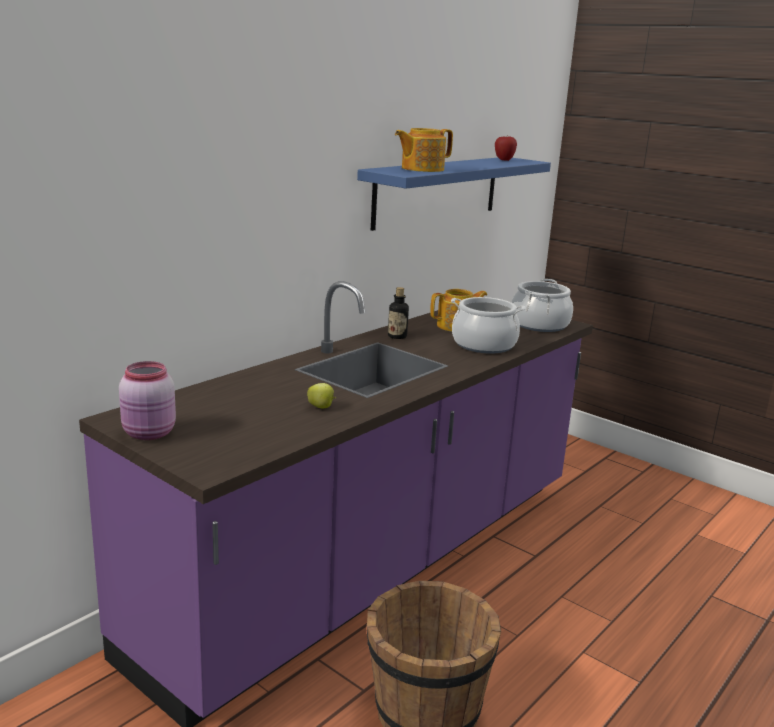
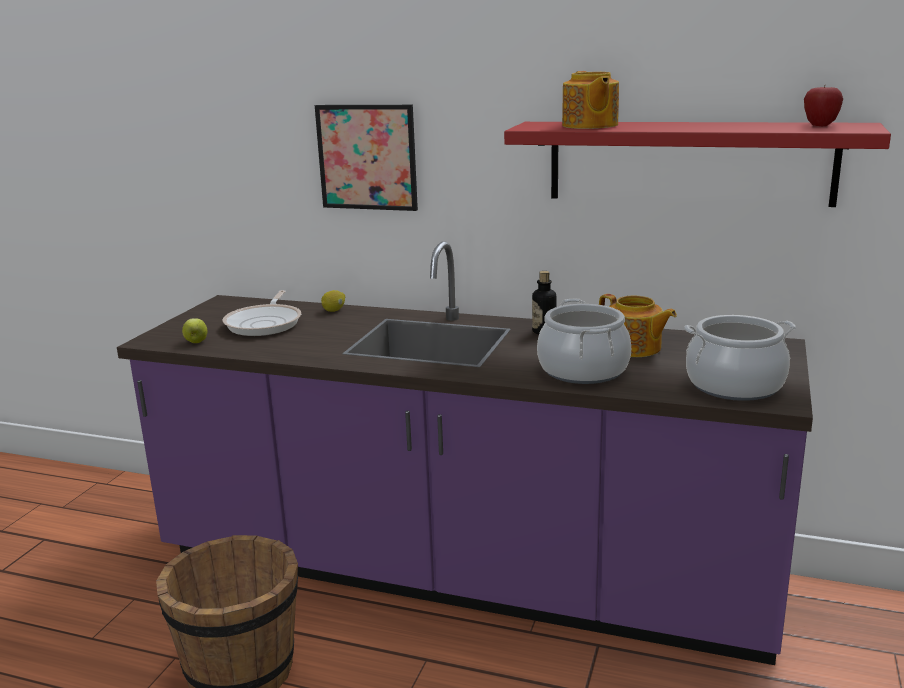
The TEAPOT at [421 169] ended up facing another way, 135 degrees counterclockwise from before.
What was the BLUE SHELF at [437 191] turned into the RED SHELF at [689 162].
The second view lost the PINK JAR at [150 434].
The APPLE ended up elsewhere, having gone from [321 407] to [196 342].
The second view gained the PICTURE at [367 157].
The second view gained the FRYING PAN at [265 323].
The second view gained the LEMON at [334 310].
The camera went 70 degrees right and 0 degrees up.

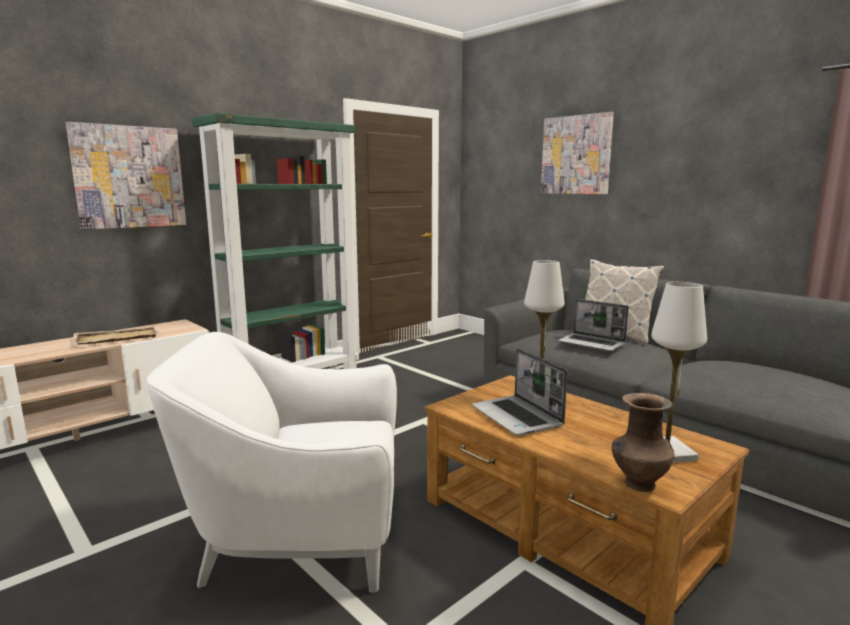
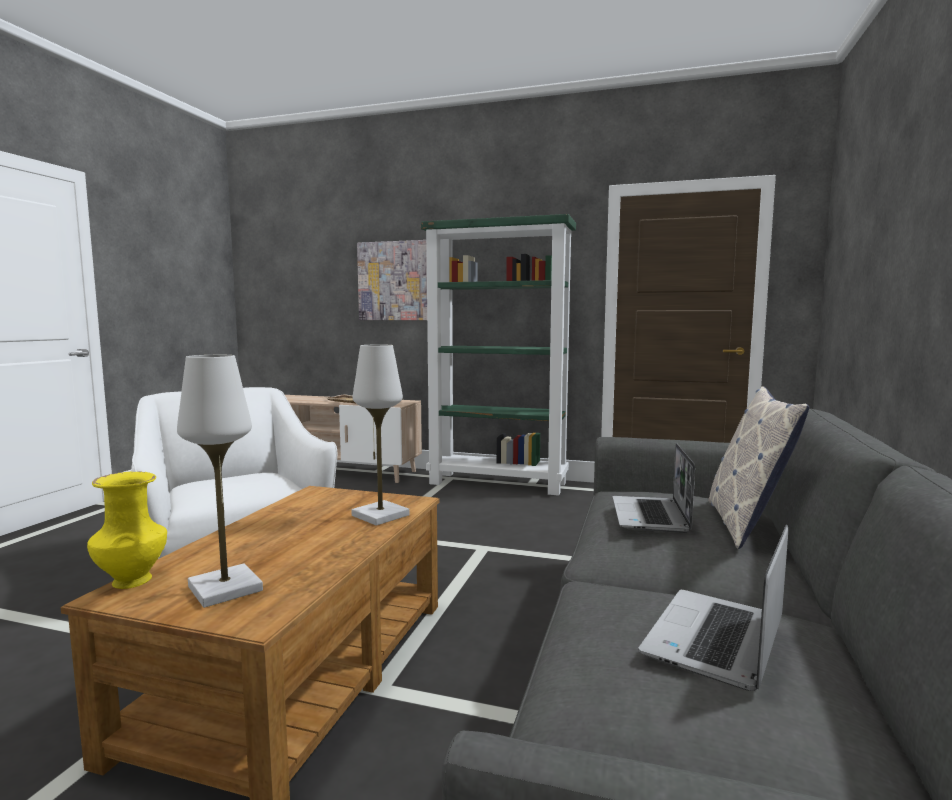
The second view lost the PICTURE at [576 155].
The LAPTOP ended up elsewhere, having gone from [517 417] to [716 641].
What was the BROWN VASE at [638 484] turned into the YELLOW VASE at [131 580].
The camera went 60 degrees right and 5 degrees down.

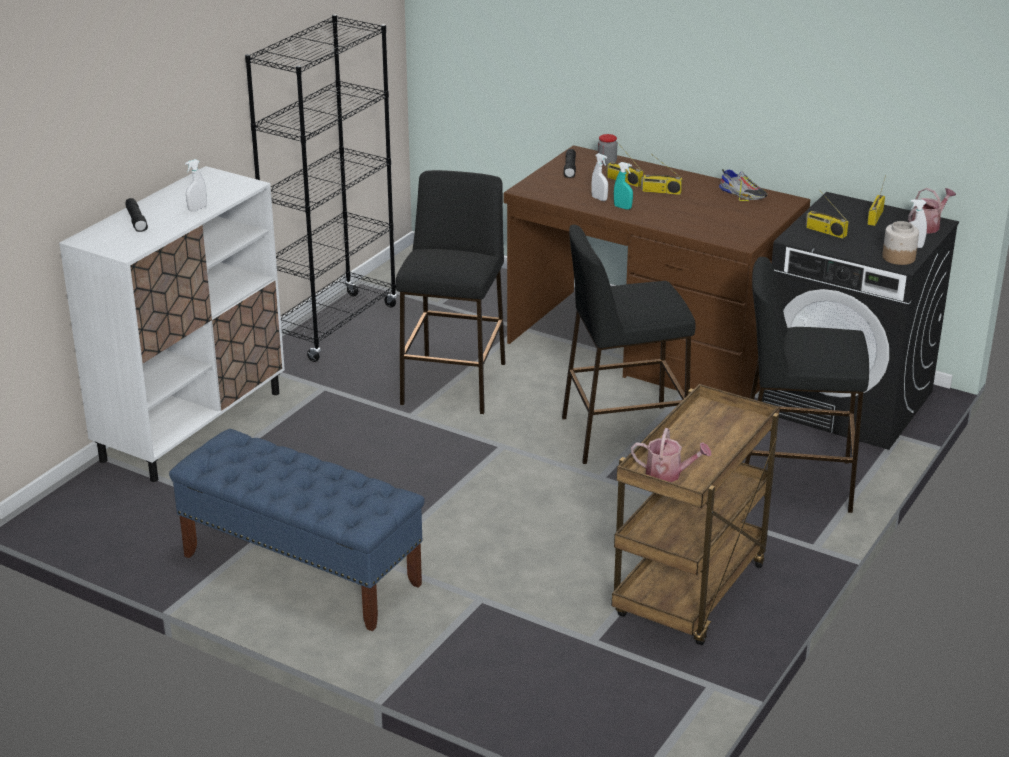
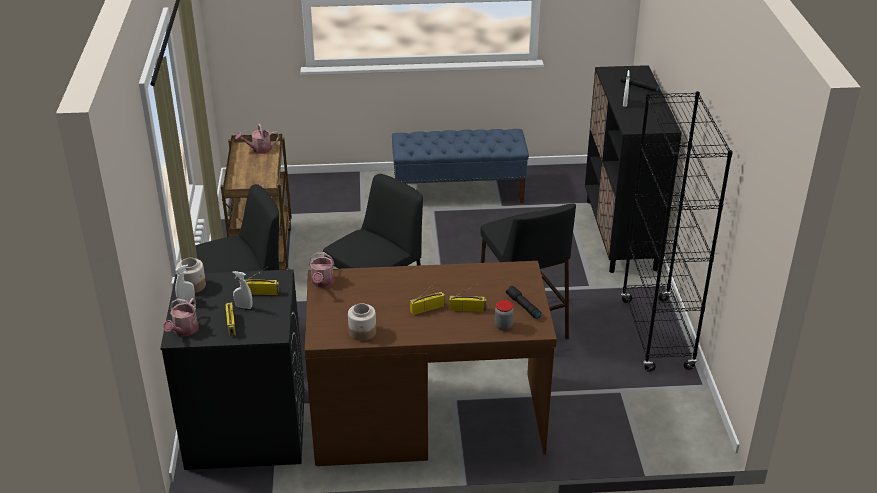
The WHITE SPRAY BOTTLE ended up elsewhere, having gone from [599 199] to [244 307].
The second view lost the TURQUOISE SPRAY BOTTLE at [622 207].
What was the WHITE CABINET at [193 425] turned into the BLACK CABINET at [620 234].
Where the SHOE stood at [742 194], the JAR came to stand at [362 332].
The second view gained the WATERING CAN at [322 283].
The camera went 145 degrees right and 5 degrees up.

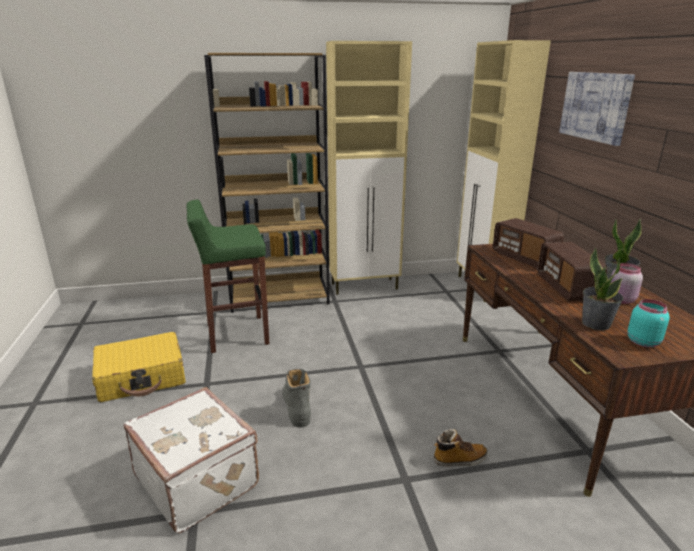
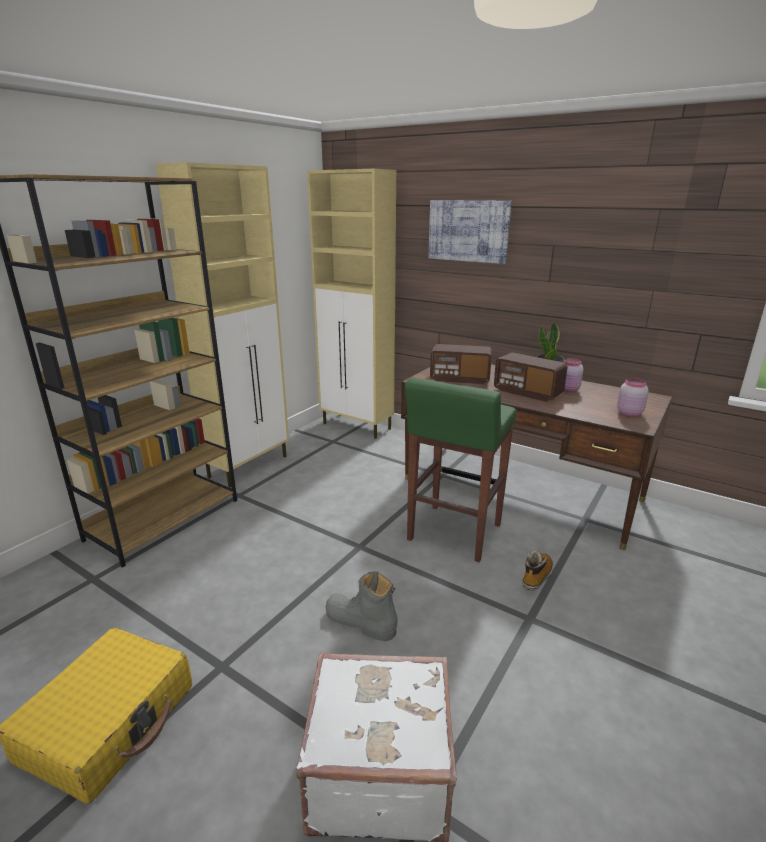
The GREEN STOOL ended up elsewhere, having gone from [236 334] to [453 533].
The second view lost the POTTED PLANT at [596 323].
What was the TURQUOISE JAR at [643 341] turned into the PINK JAR at [628 413].
The camera went 45 degrees left and 0 degrees up.

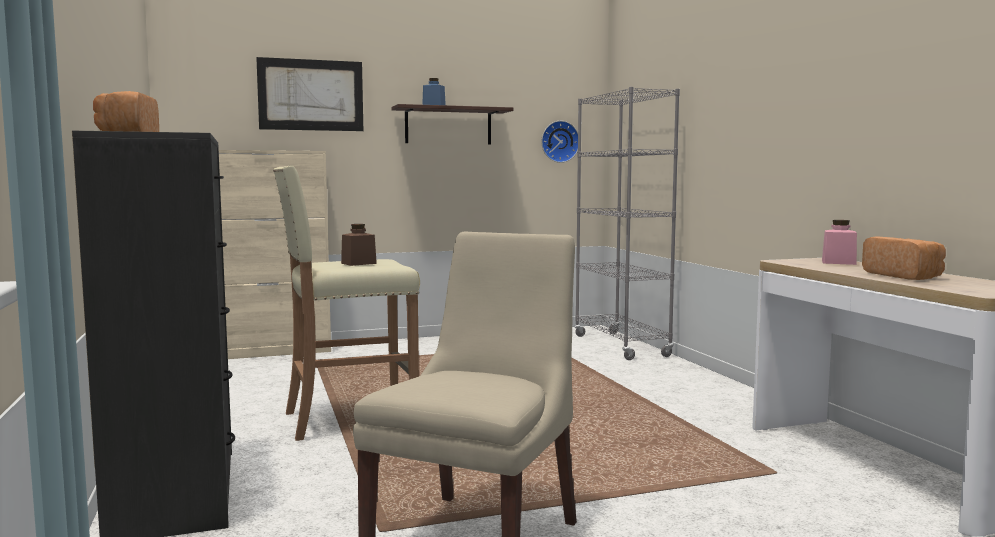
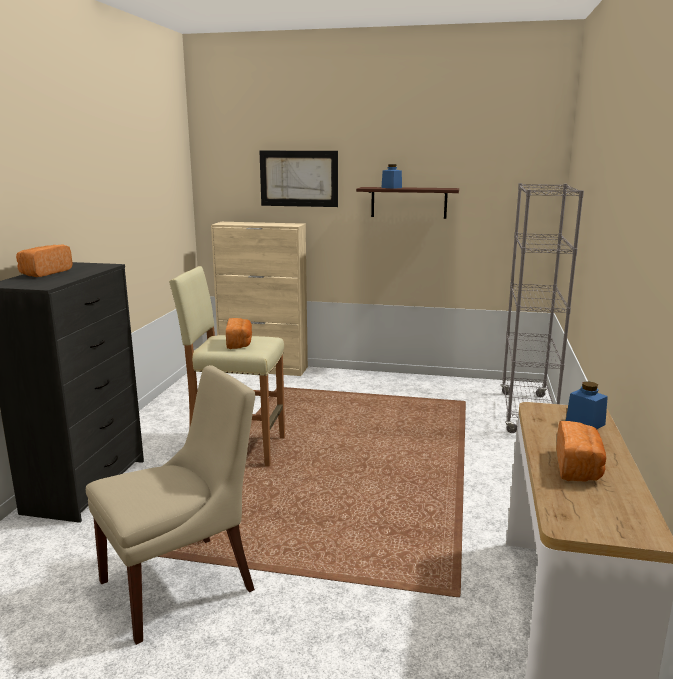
The second view lost the WALL CLOCK at [559 141].
What was the PINK JAR at [838 262] turned into the BLUE JAR at [585 423].
Where the BROWN JAR stood at [358 263], the BREAD came to stand at [239 343].
The camera went 30 degrees right and 10 degrees up.

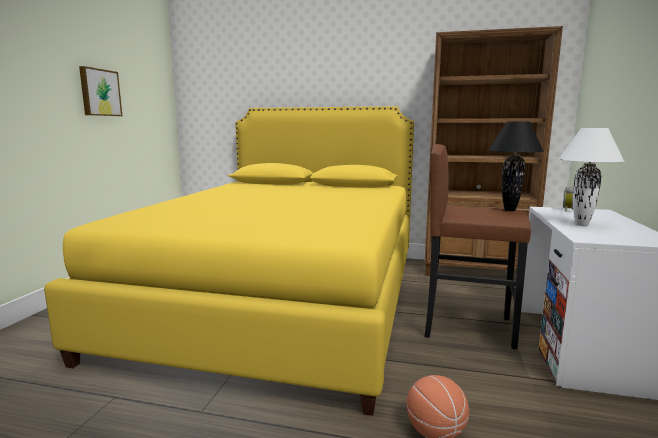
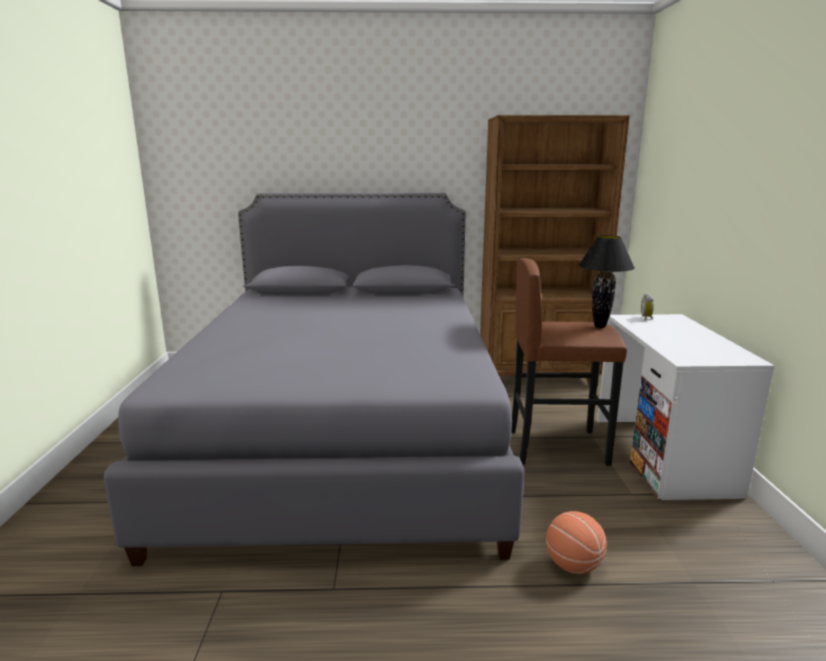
The second view lost the PICTURE at [99 92].
What was the YELLOW BED at [283 298] turned into the GREY BED at [345 436].
The second view lost the WHITE TABLE LAMP at [581 225].
The camera went 15 degrees left and 5 degrees up.

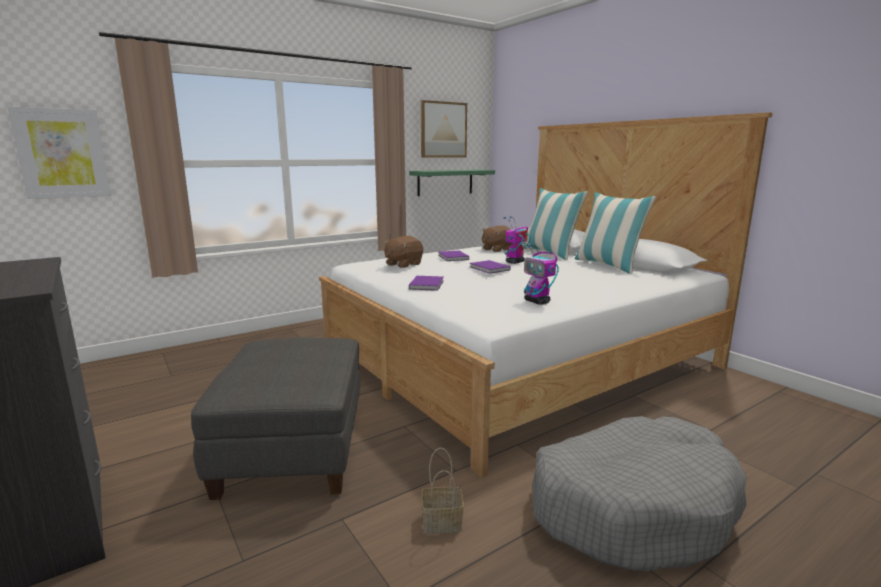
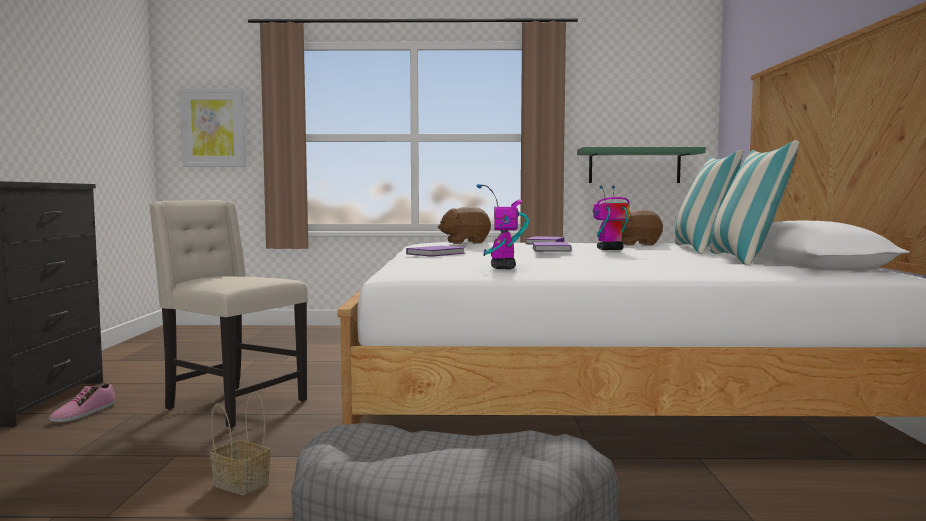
The second view lost the PICTURE at [443 130].
Where the GREY OTTOMAN stood at [293 449], the BEIGE CHAIR came to stand at [233 405].
The second view gained the SHOE at [83 413].
The camera went 35 degrees right and 10 degrees down.

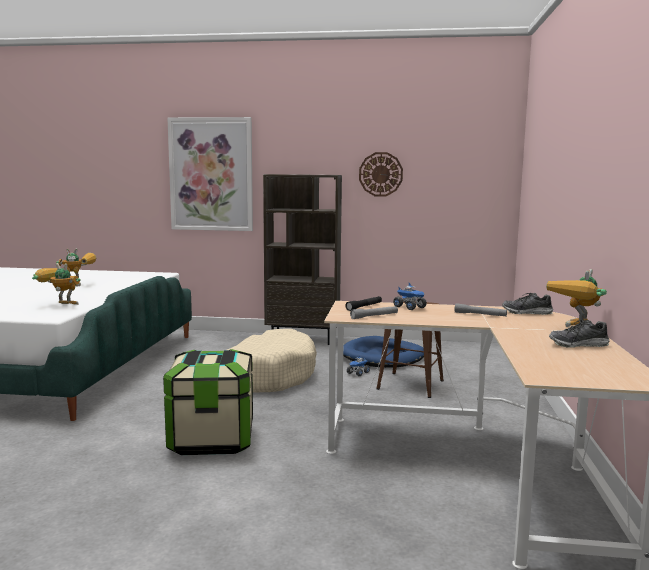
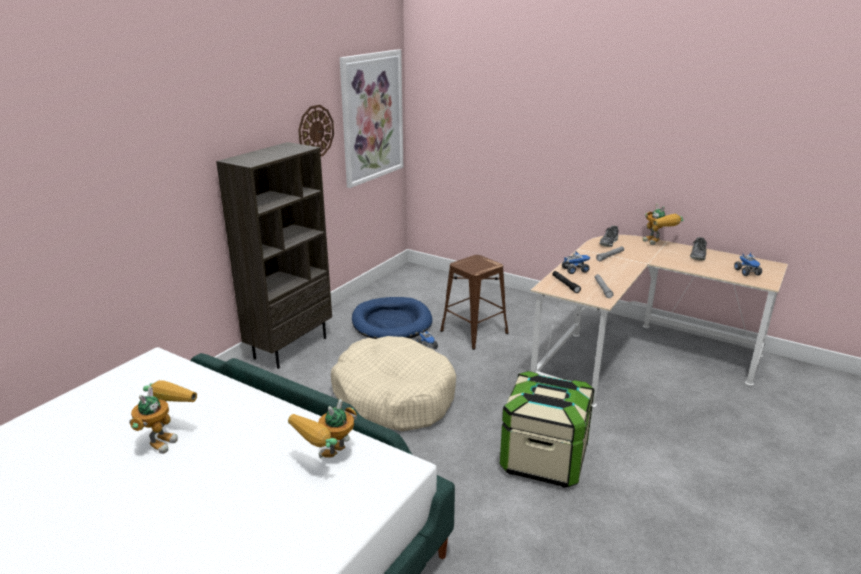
The PICTURE ended up elsewhere, having gone from [211 174] to [372 117].
The second view gained the TOY TRUCK at [747 272].
The camera went 65 degrees left and 15 degrees up.

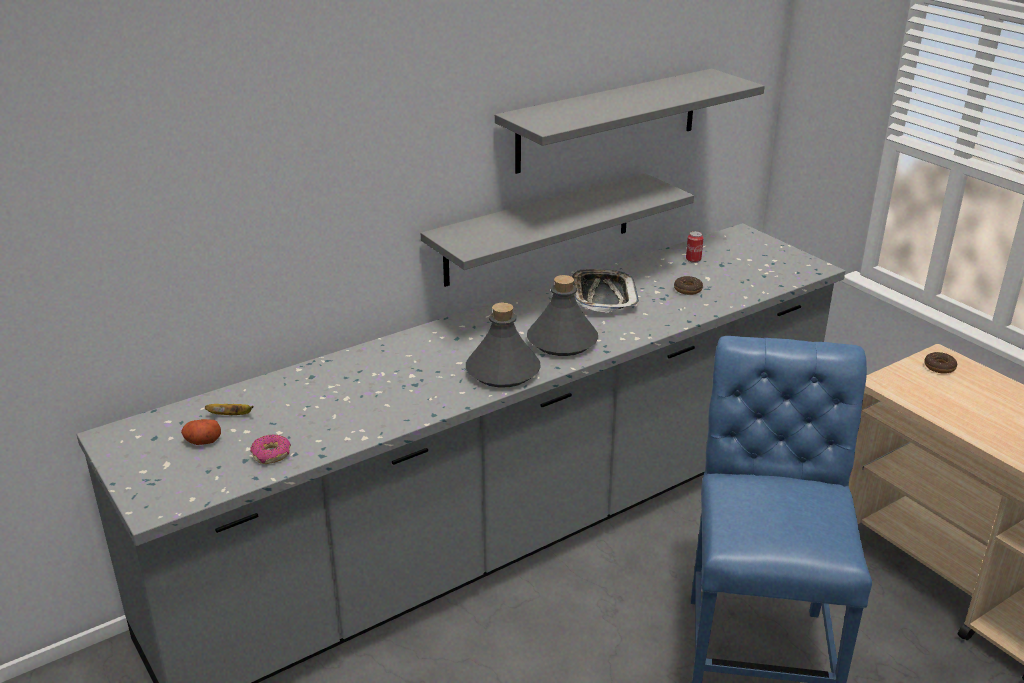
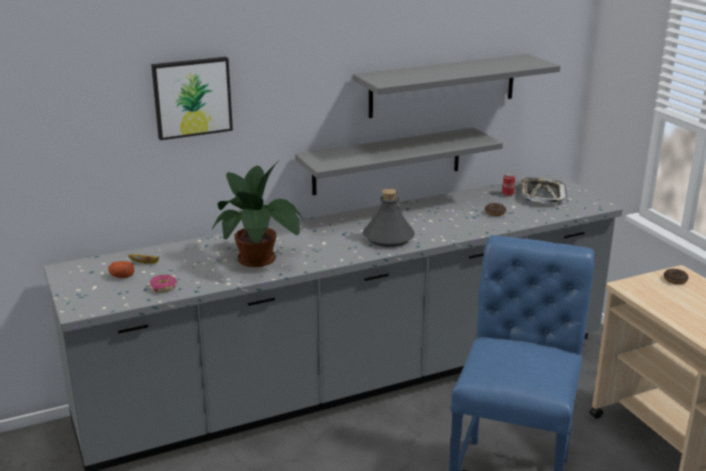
The TRAY ended up elsewhere, having gone from [603 296] to [542 194].
The second view lost the GREY BOTTLE at [502 371].
The second view gained the PICTURE at [192 97].
The second view gained the POTTED PLANT at [259 259].
The camera went 10 degrees right and 5 degrees down.

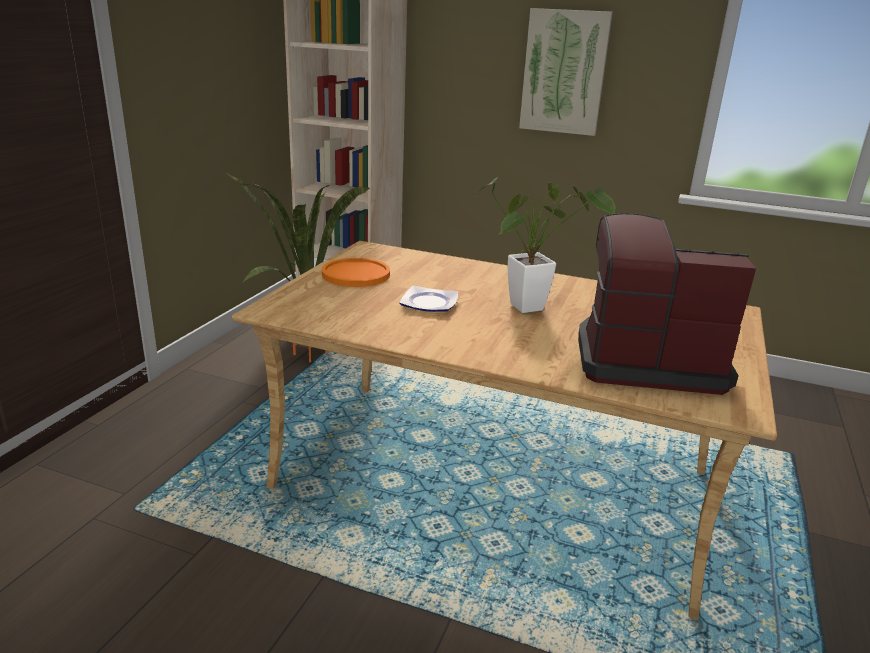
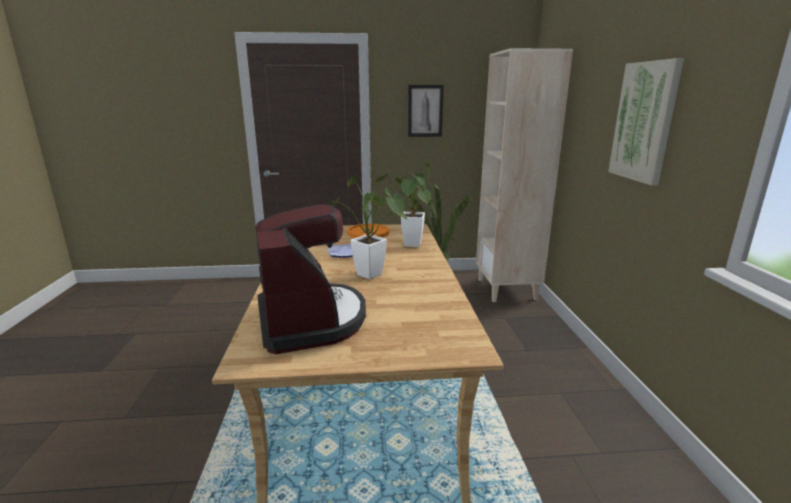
The second view gained the PICTURE at [425 111].
The second view gained the POTTED PLANT at [411 246].
The camera went 65 degrees right and 5 degrees down.

